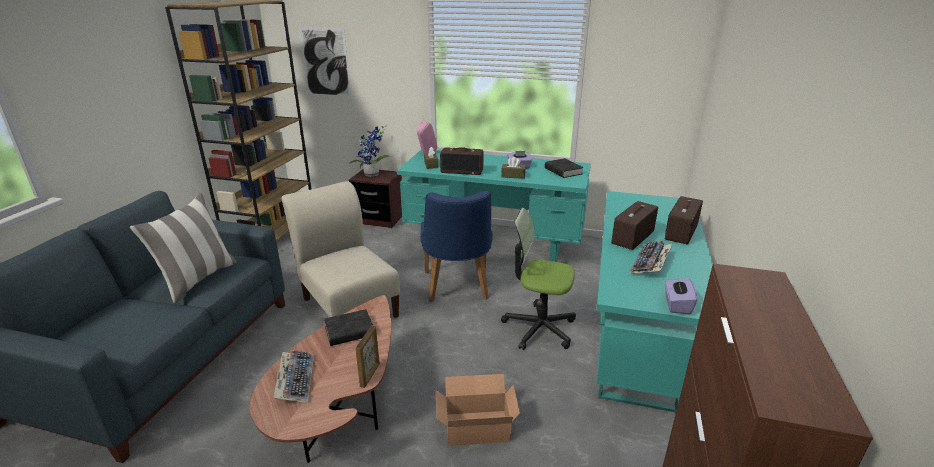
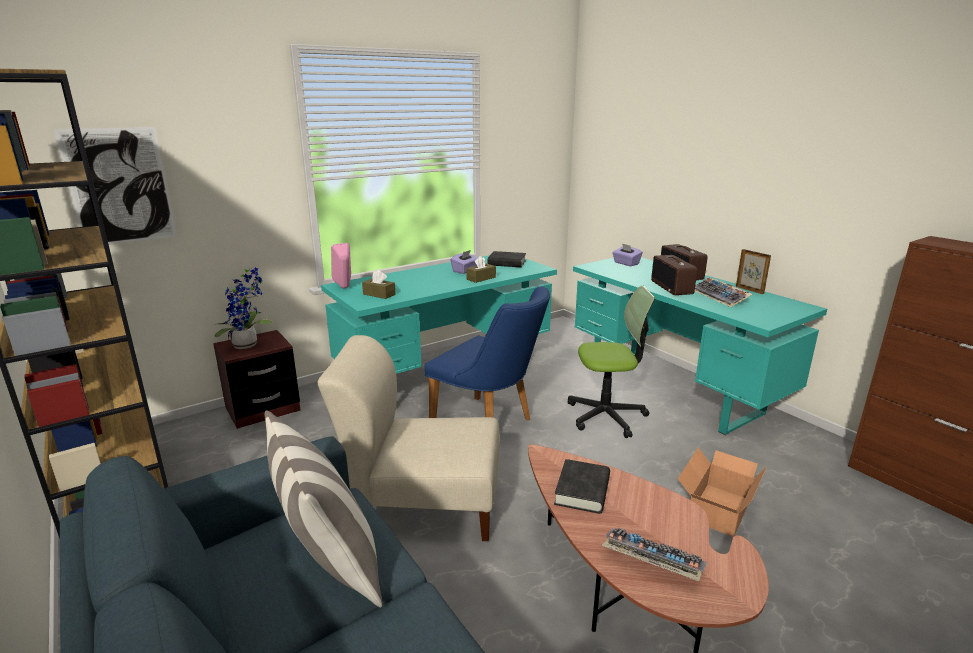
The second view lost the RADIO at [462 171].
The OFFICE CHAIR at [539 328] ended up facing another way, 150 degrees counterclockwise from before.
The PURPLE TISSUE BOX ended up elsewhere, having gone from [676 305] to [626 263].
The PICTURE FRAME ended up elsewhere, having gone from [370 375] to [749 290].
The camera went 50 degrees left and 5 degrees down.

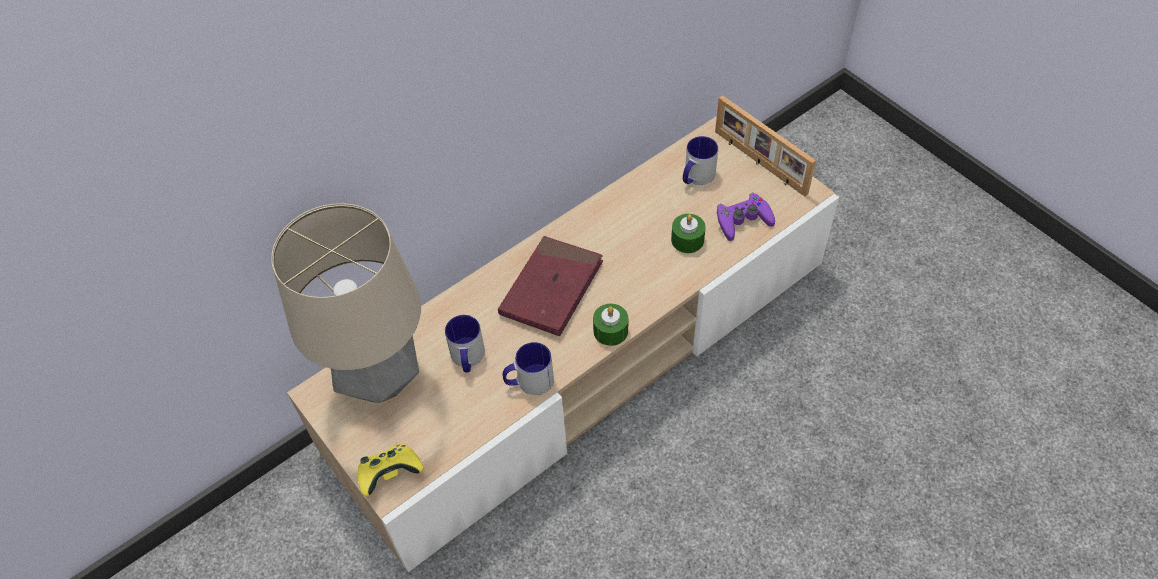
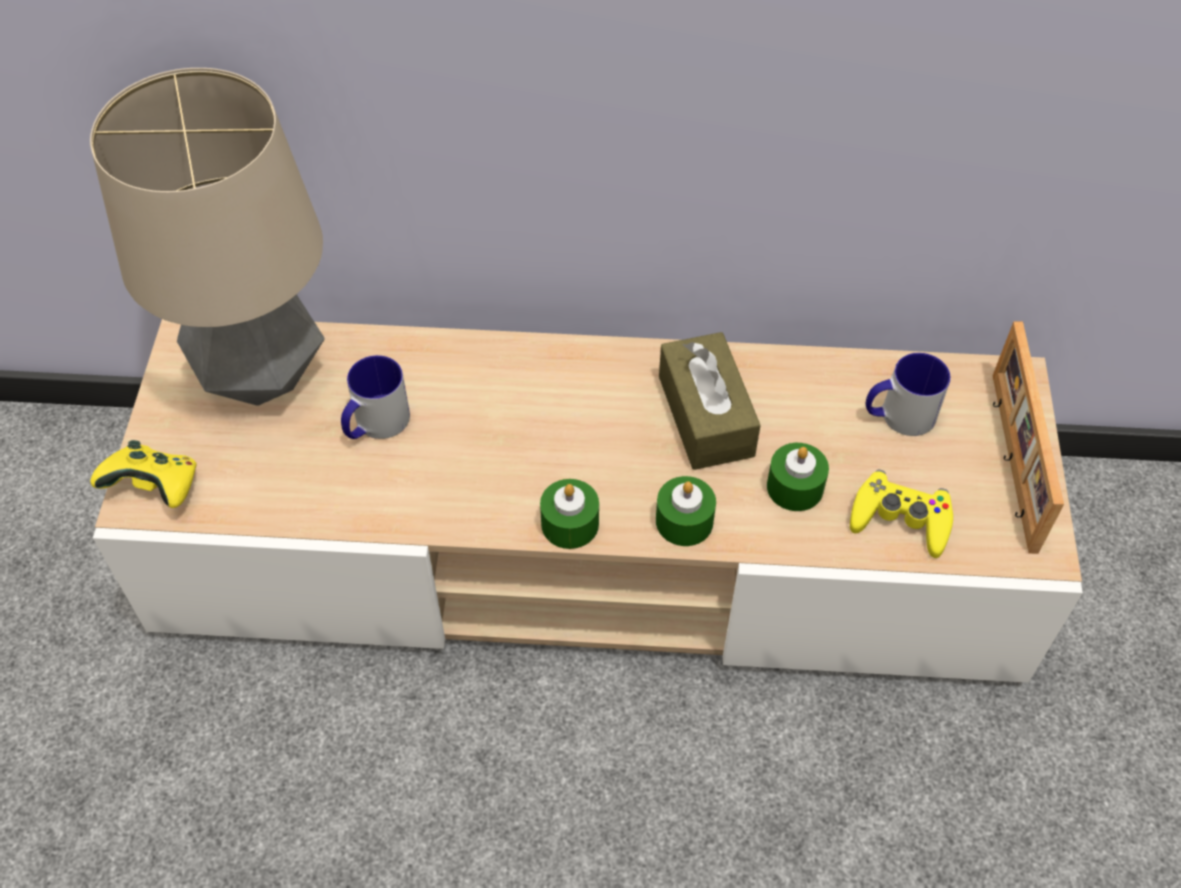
What was the PURPLE GAME CONTROLLER at [743 220] turned into the YELLOW GAME CONTROLLER at [900 519].
The second view lost the RED BOOK at [551 288].
The second view lost the MUG at [529 382].
The second view gained the BROWN TISSUE BOX at [706 416].
The second view gained the GREEN CANDLE at [684 521].
The camera went 40 degrees right and 0 degrees up.

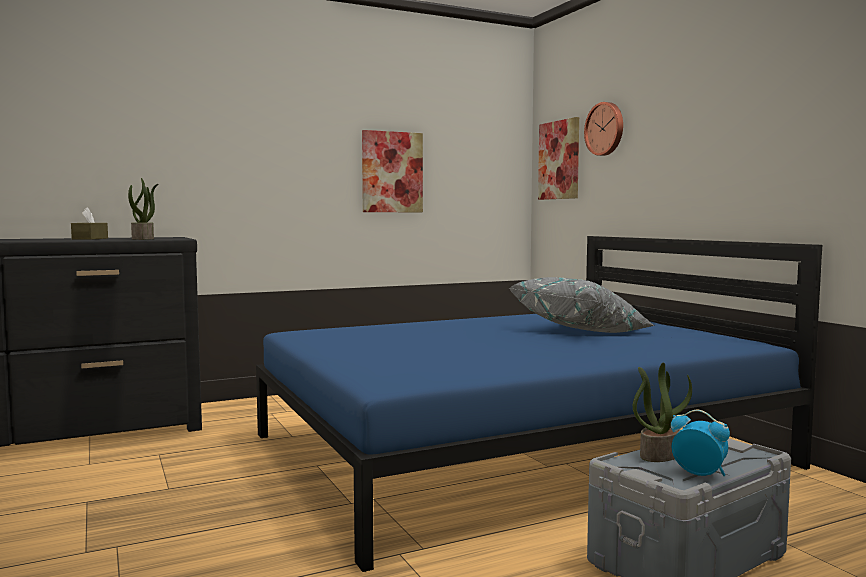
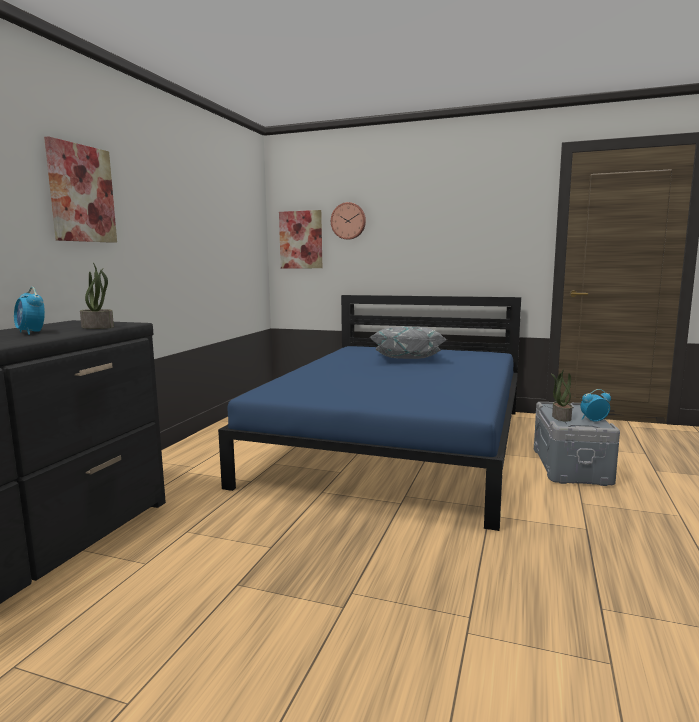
The PICTURE ended up elsewhere, having gone from [392 172] to [81 194].
Where the BROWN TISSUE BOX stood at [90 239], the ALARM CLOCK came to stand at [31 333].
The camera went 45 degrees left and 5 degrees up.

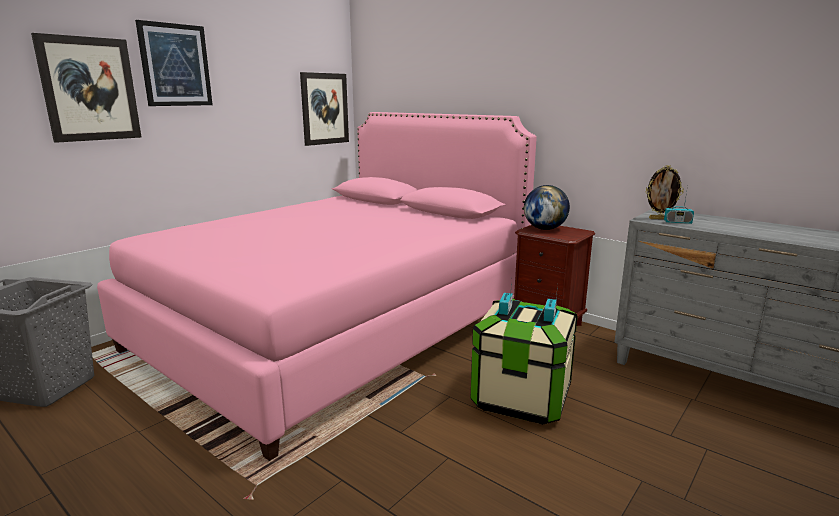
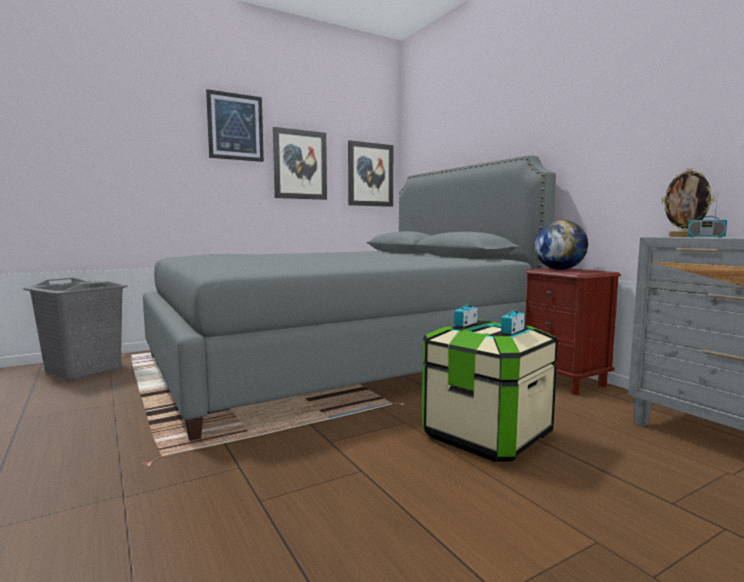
The PICTURE ended up elsewhere, having gone from [90 89] to [300 165].
What was the PINK BED at [337 327] turned into the GREY BED at [339 360].
The camera went 20 degrees right and 10 degrees down.

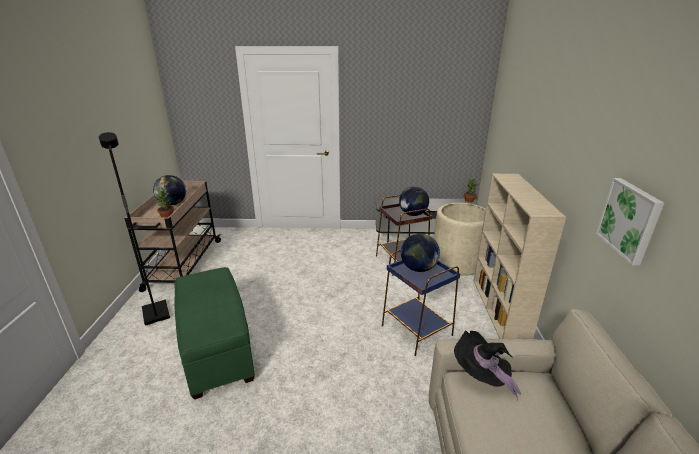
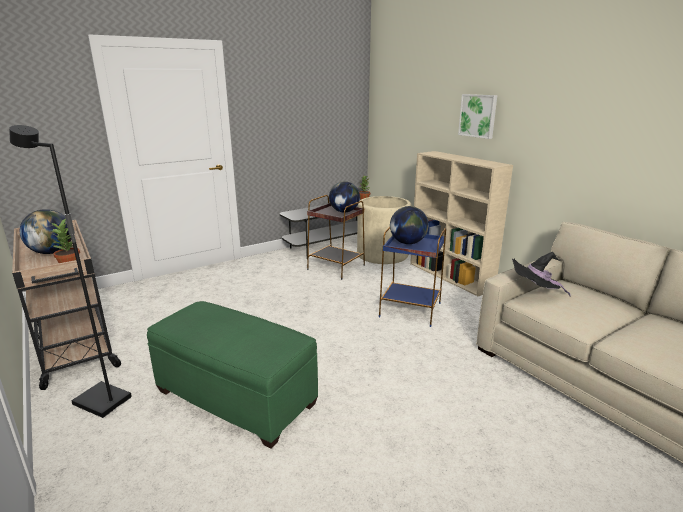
The PICTURE ended up elsewhere, having gone from [630 220] to [478 115].
The camera went 35 degrees left and 5 degrees down.

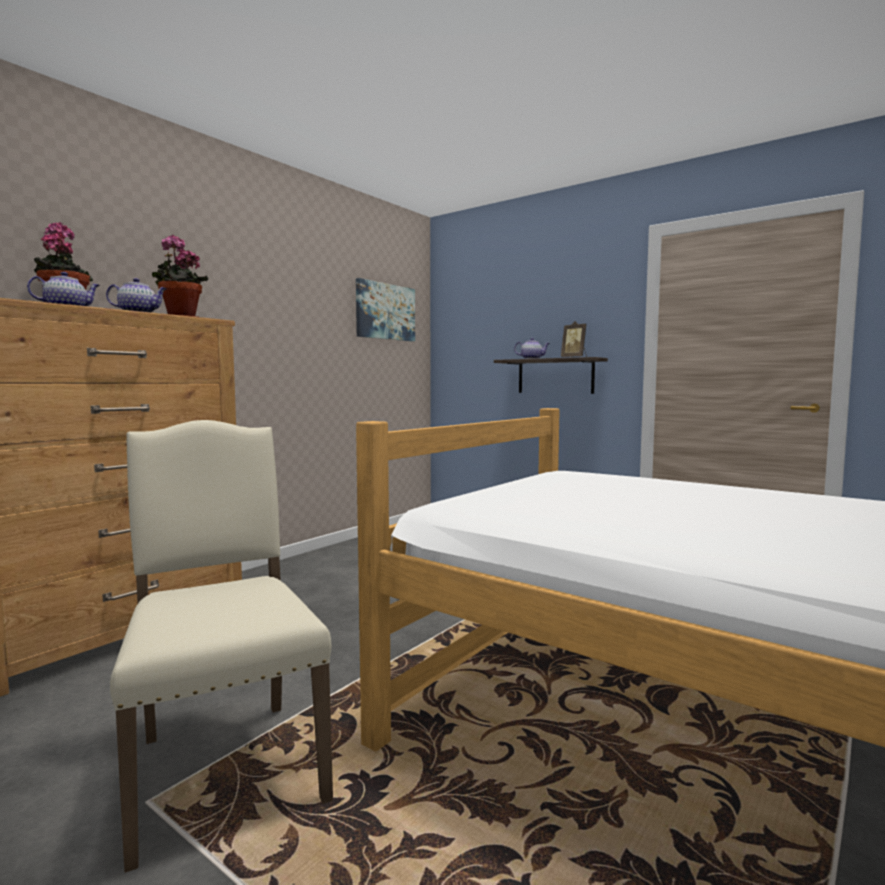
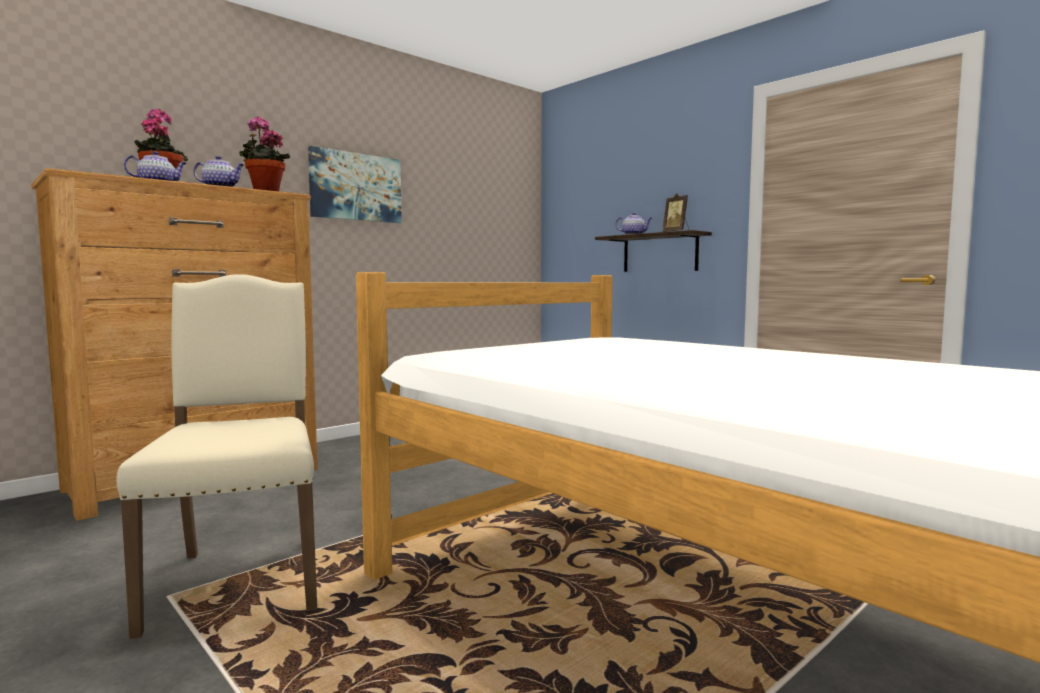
The PICTURE ended up elsewhere, having gone from [385 311] to [356 187].
The camera went 10 degrees right and 0 degrees up.

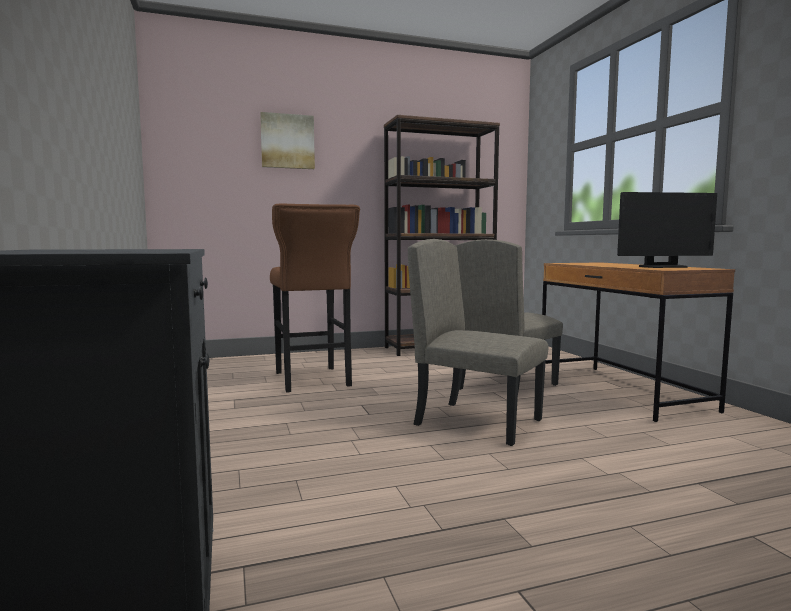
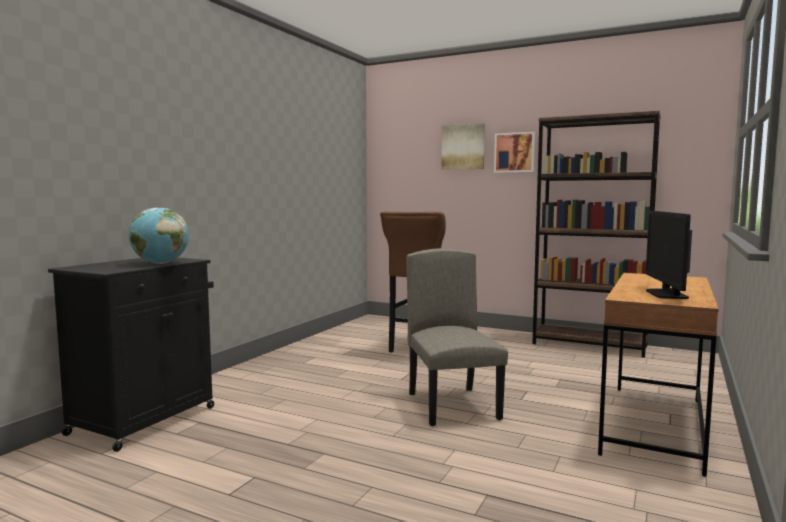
The MONITOR at [662 267] ended up facing another way, 60 degrees clockwise from before.
The second view lost the BEIGE CHAIR at [506 386].
The second view gained the PICTURE at [514 152].
The second view gained the GLOBE at [160 263].
The camera went 45 degrees right and 0 degrees up.

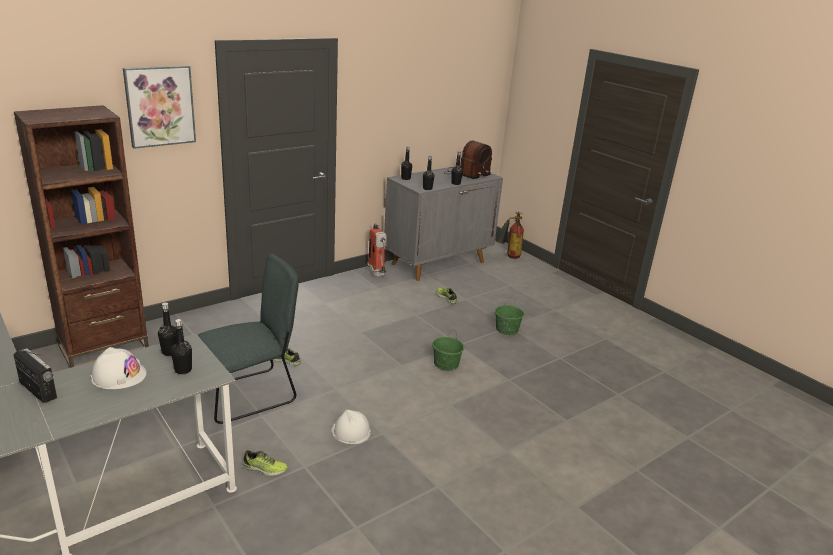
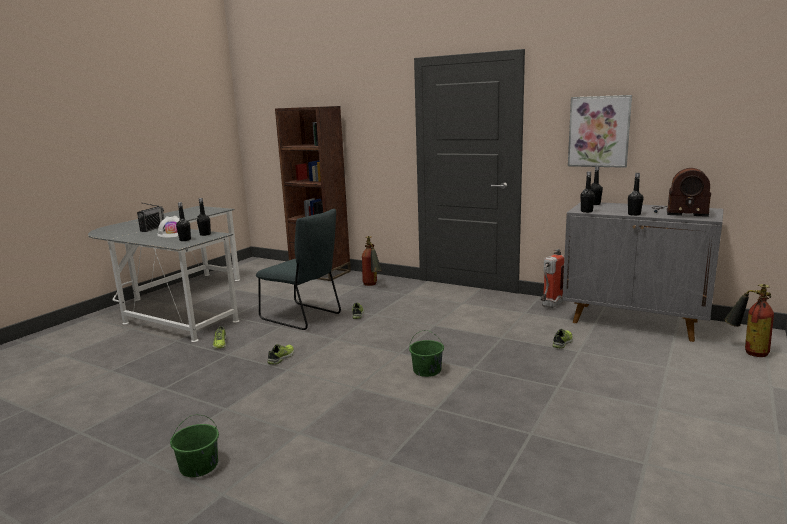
The PICTURE ended up elsewhere, having gone from [160 106] to [599 131].
The GREEN BUCKET ended up elsewhere, having gone from [506 329] to [199 466].
Where the WHITE HARD HAT stood at [350 431], the SHOE came to stand at [282 357].
The second view gained the FIRE EXTINGUISHER at [372 285].
The camera went 70 degrees right and 10 degrees down.

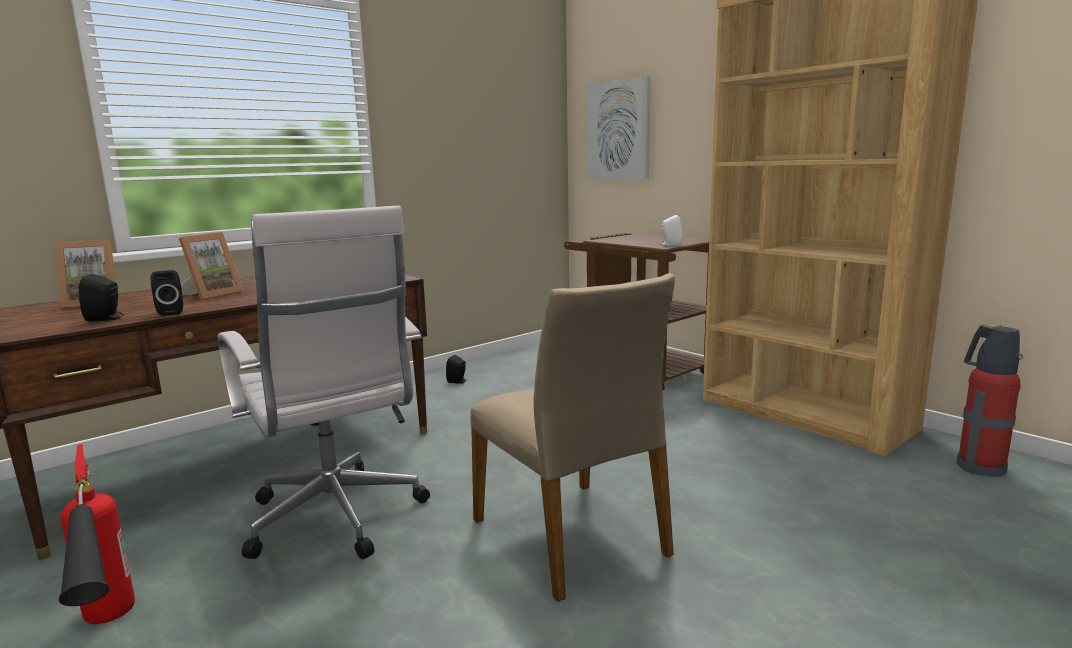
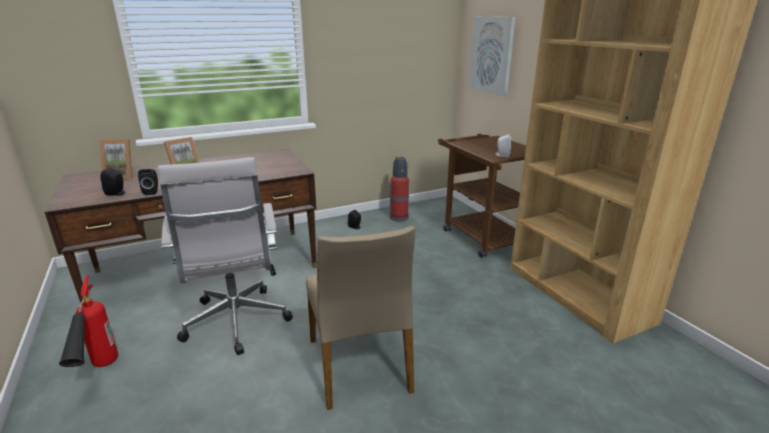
The FIRE EXTINGUISHER ended up elsewhere, having gone from [978 466] to [399 217].
The camera went 15 degrees right and 10 degrees up.

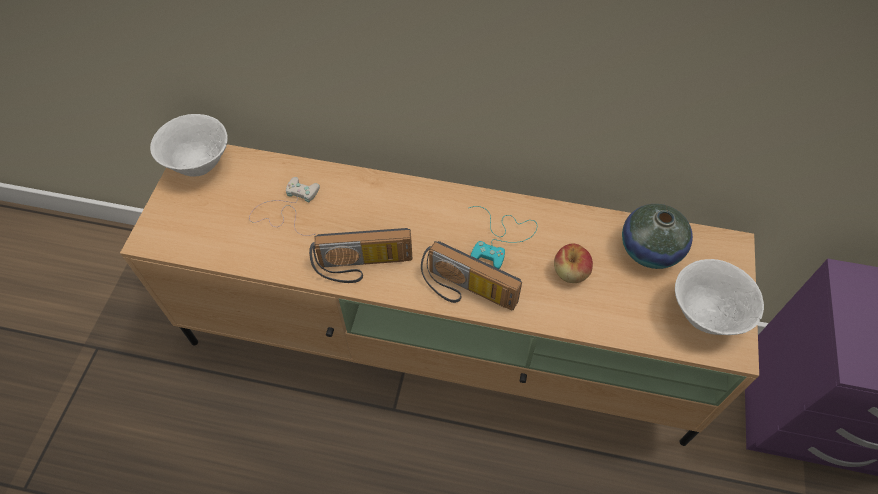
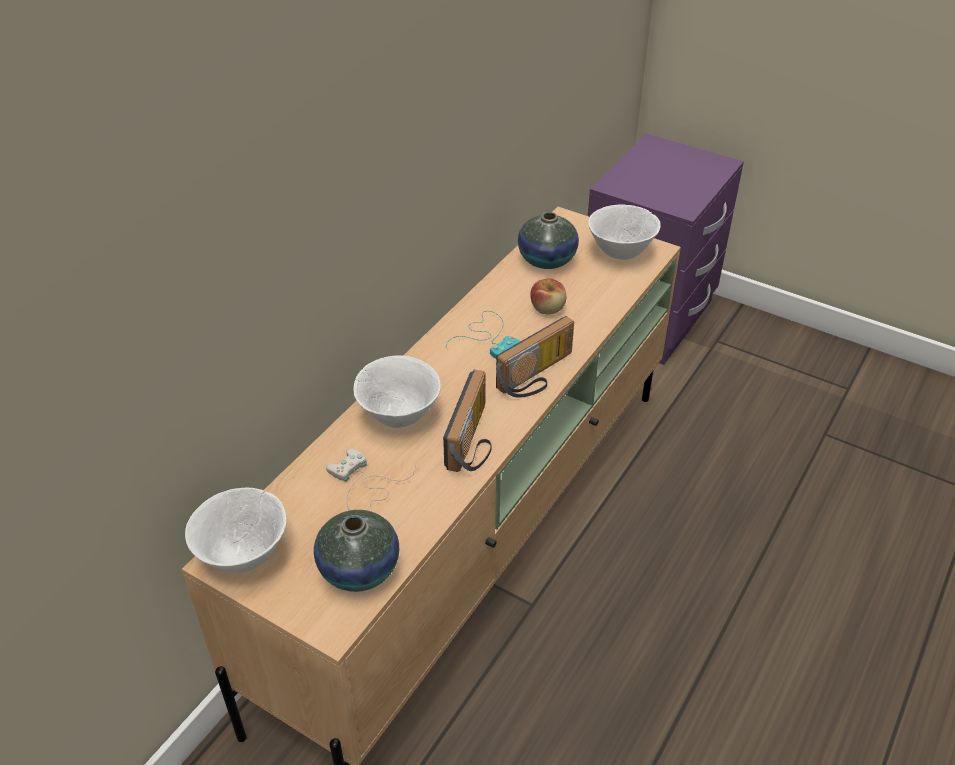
The second view gained the WHITE BOWL at [400 416].
The second view gained the VASE at [359 569].
The camera went 70 degrees left and 15 degrees down.

